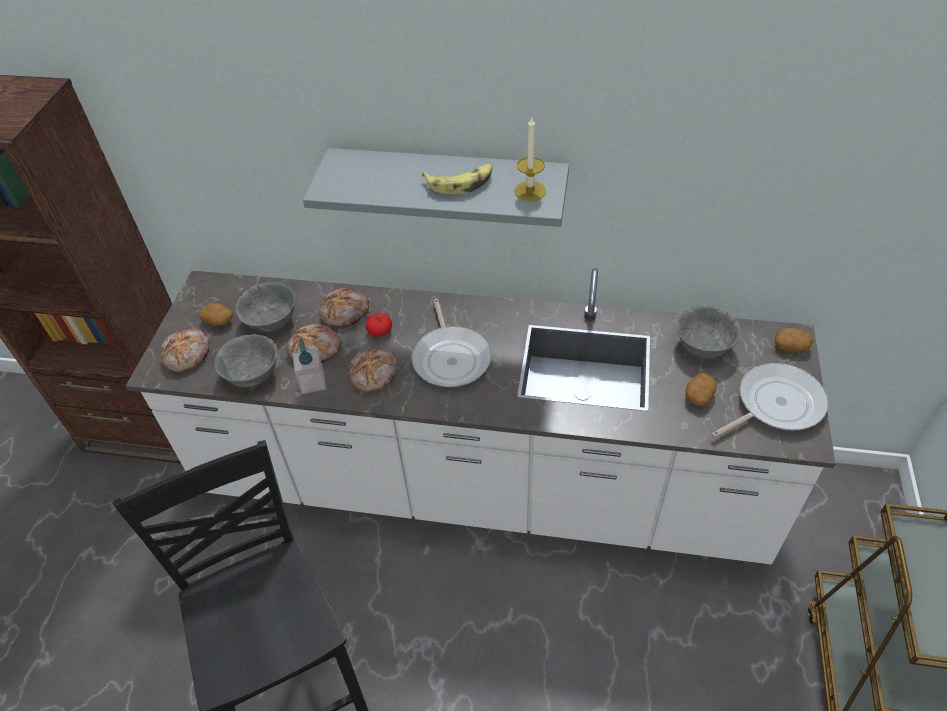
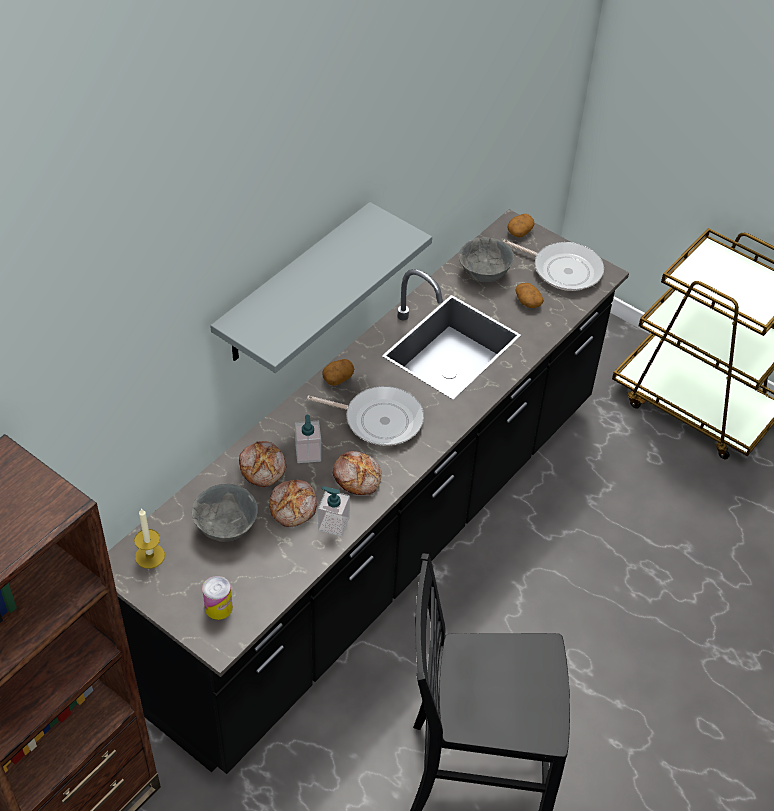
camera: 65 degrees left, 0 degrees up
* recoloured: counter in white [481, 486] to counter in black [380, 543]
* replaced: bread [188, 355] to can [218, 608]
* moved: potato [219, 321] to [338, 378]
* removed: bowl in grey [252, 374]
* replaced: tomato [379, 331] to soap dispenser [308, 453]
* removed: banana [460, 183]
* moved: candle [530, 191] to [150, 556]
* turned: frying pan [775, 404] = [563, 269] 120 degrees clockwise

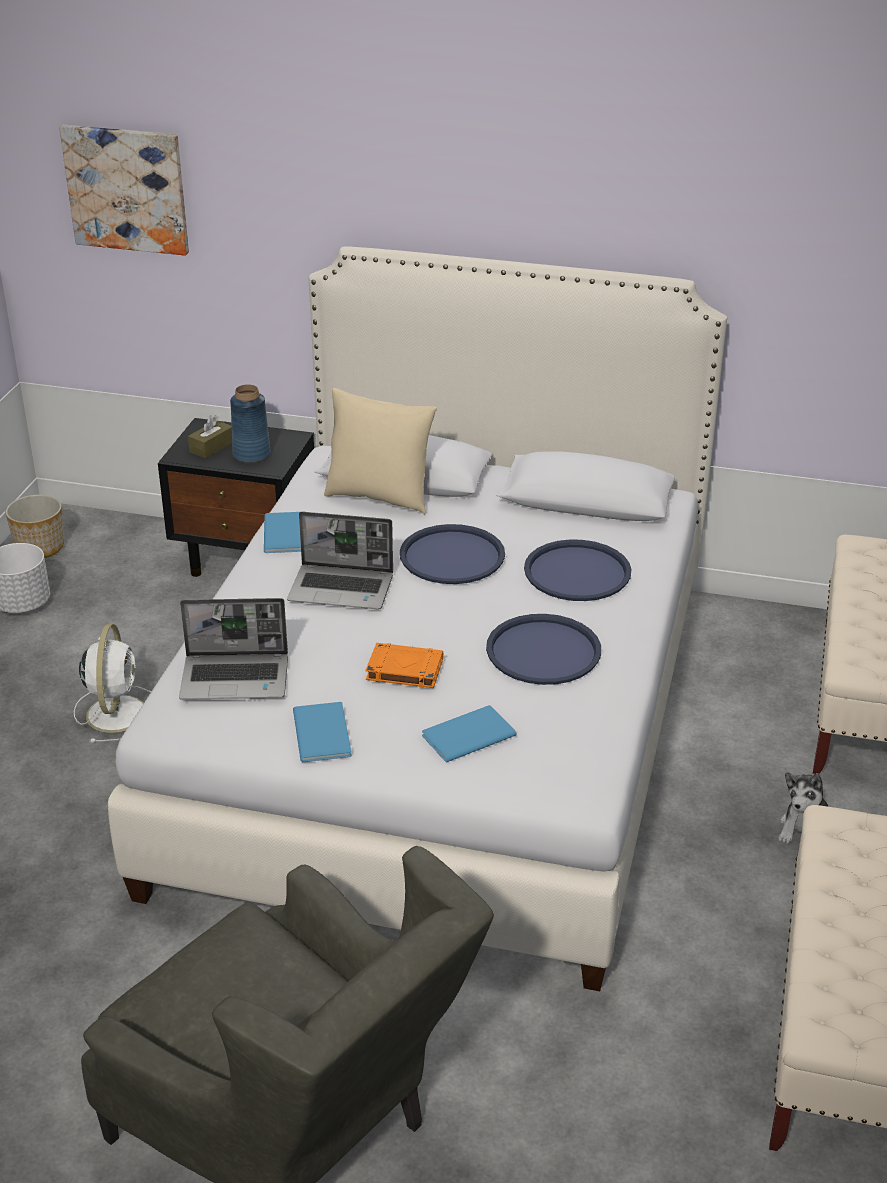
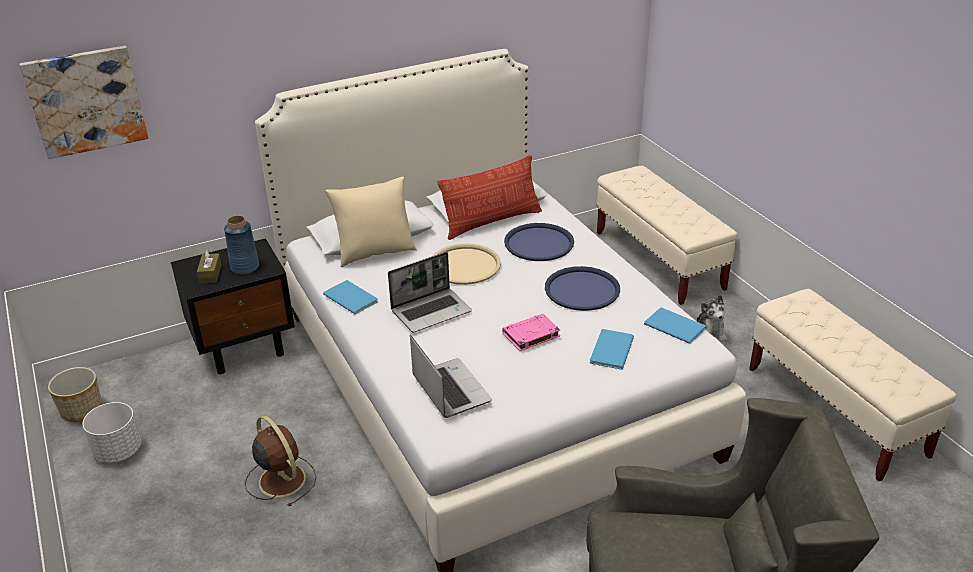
camera: 40 degrees left, 0 degrees up
* recoloured: fan in white [117, 712] to fan in brown [281, 479]
* turned: laptop [236, 678] = [449, 389] 75 degrees counterclockwise
* moved: book in blue [324, 732] to [674, 325]
* recoloured: book in orange [403, 670] to book in pink [530, 335]
* recoloured: tray in blue [452, 556] to tray in beige [464, 265]
* added: pillow [491, 221]

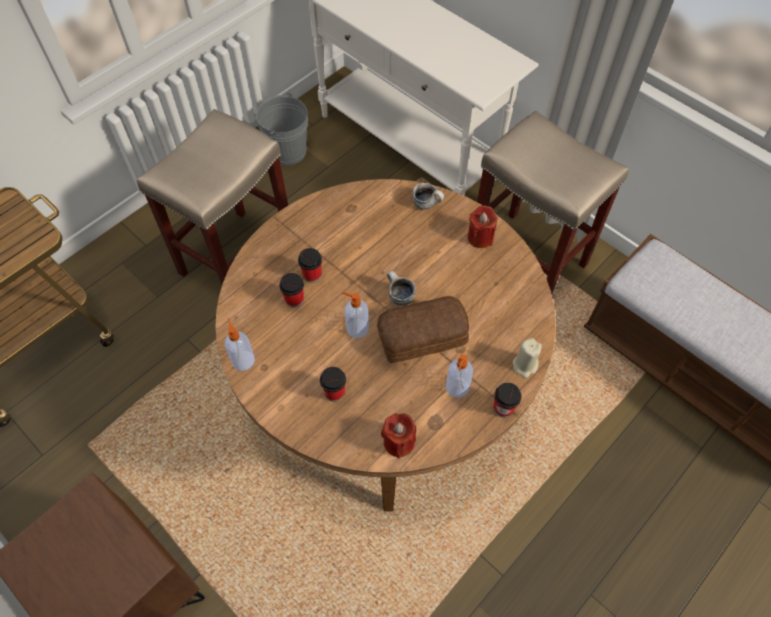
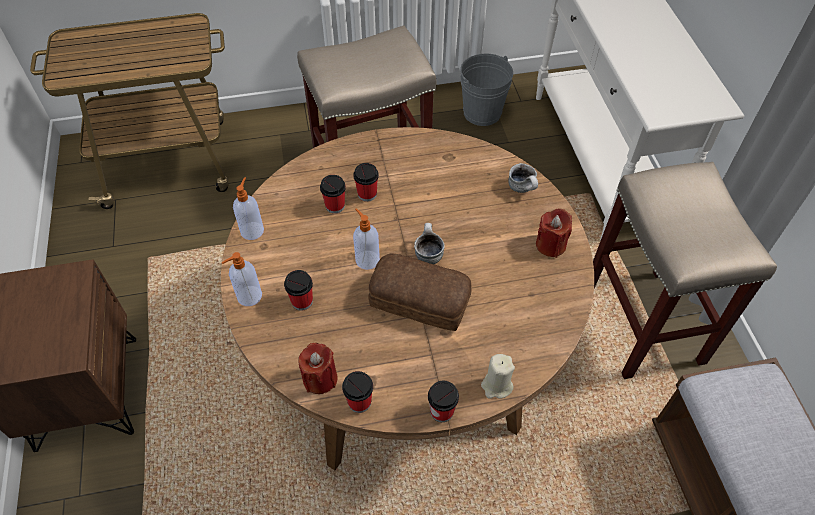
camera: 35 degrees right, 5 degrees down
* moved: soap dispenser [457, 388] to [248, 296]
* added: cup [359, 402]

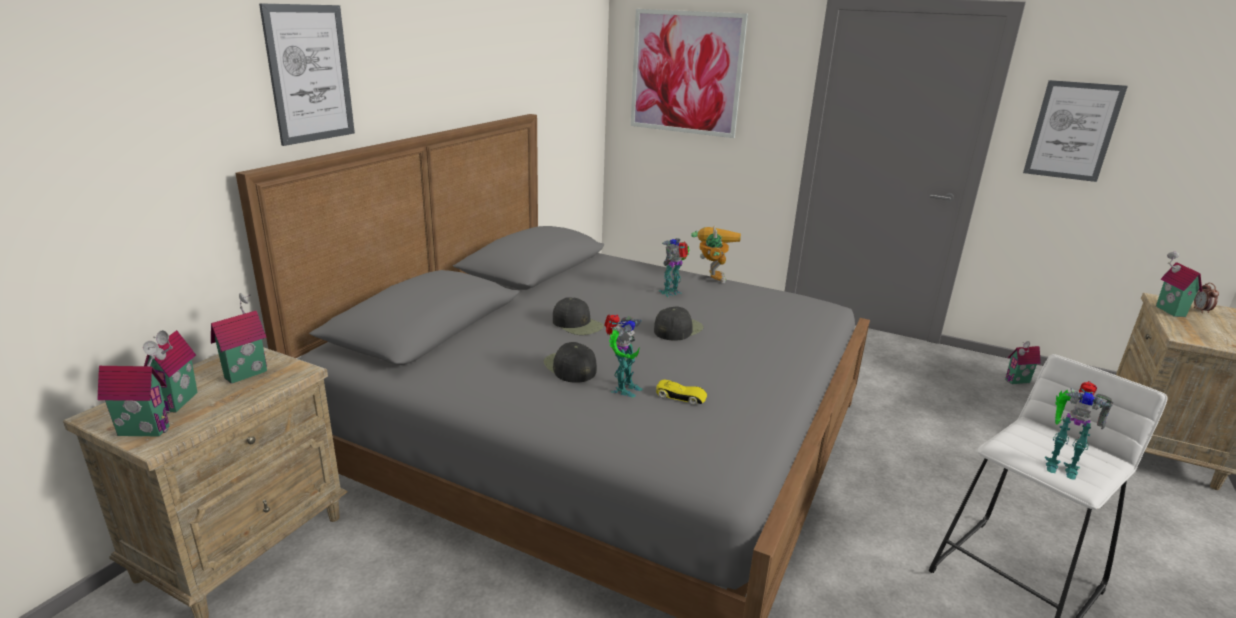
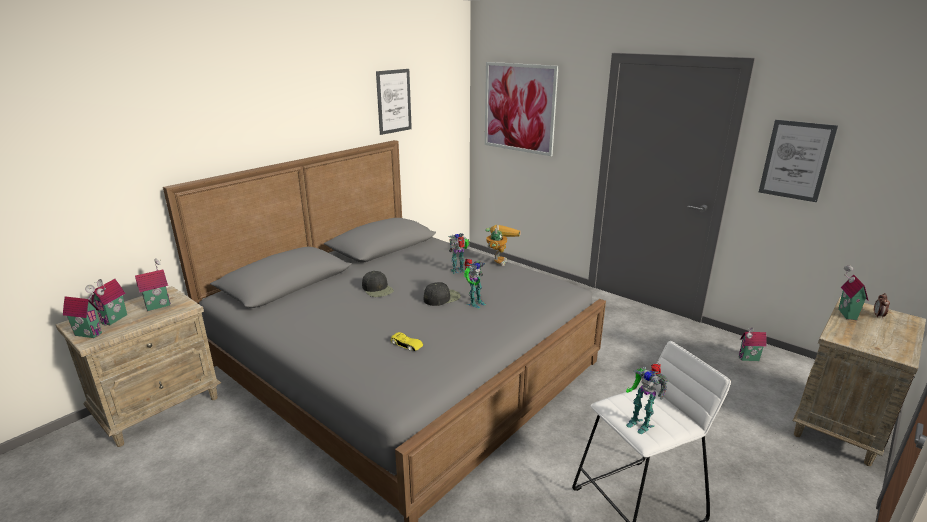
camera: 15 degrees right, 0 degrees up
* moved: picture [310, 74] to [394, 101]
* removed: cap in black [569, 367]
* moved: toy robot [623, 389] to [474, 303]

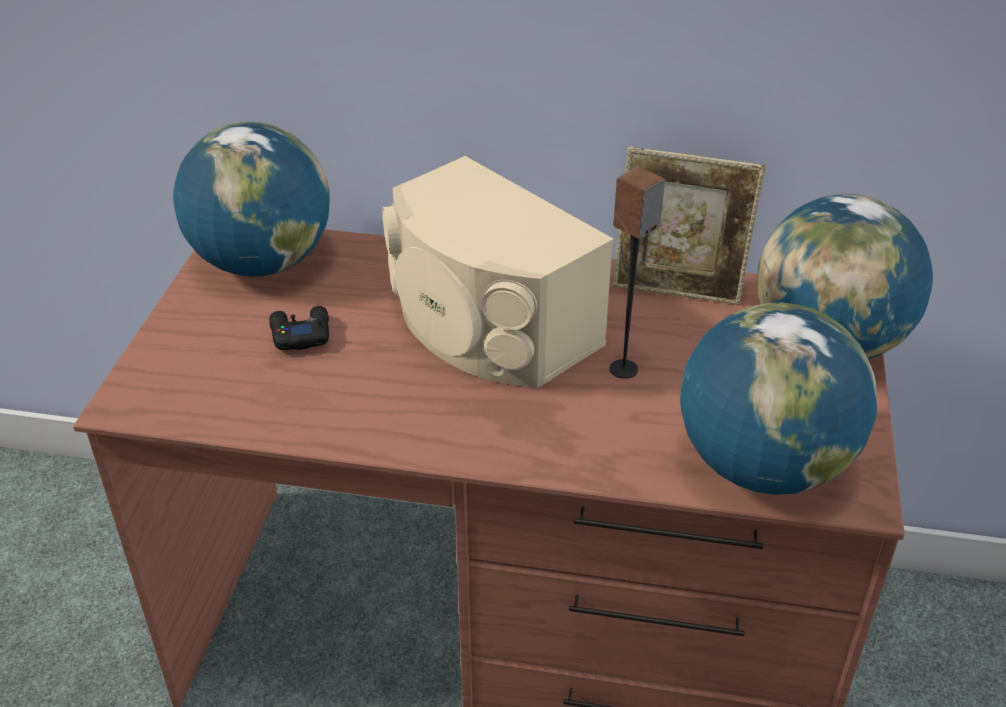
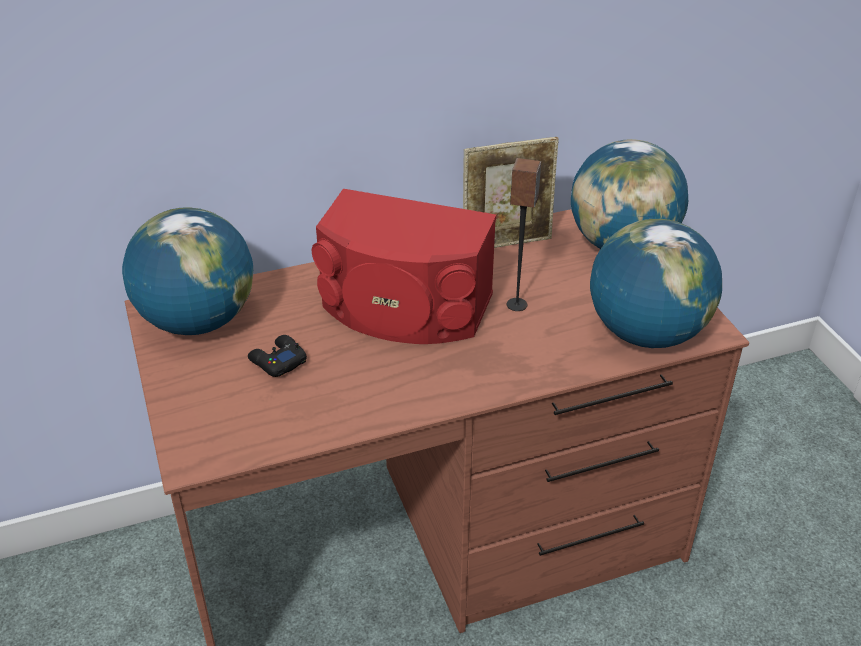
camera: 30 degrees left, 0 degrees up
* recoloured: speaker in beige [487, 326] to speaker in red [404, 308]

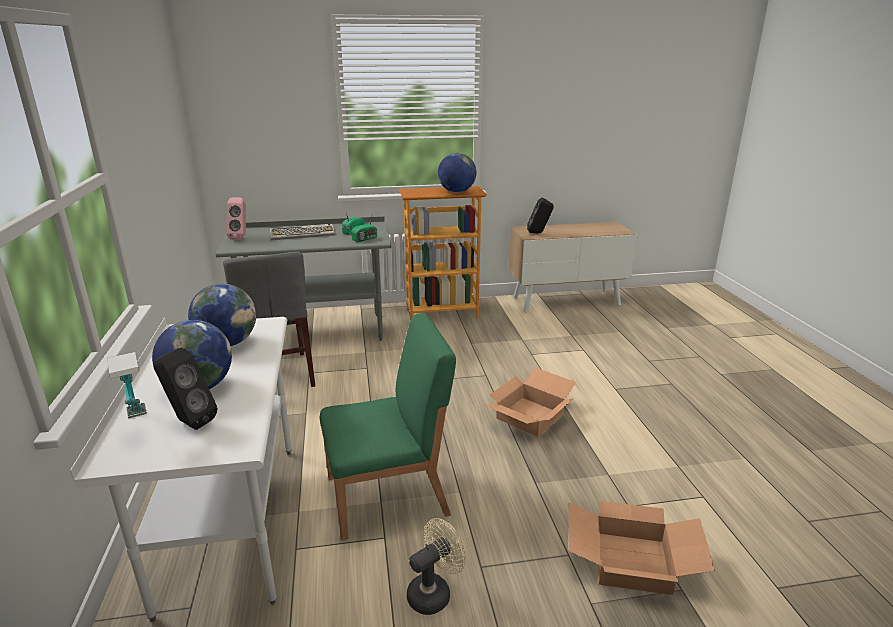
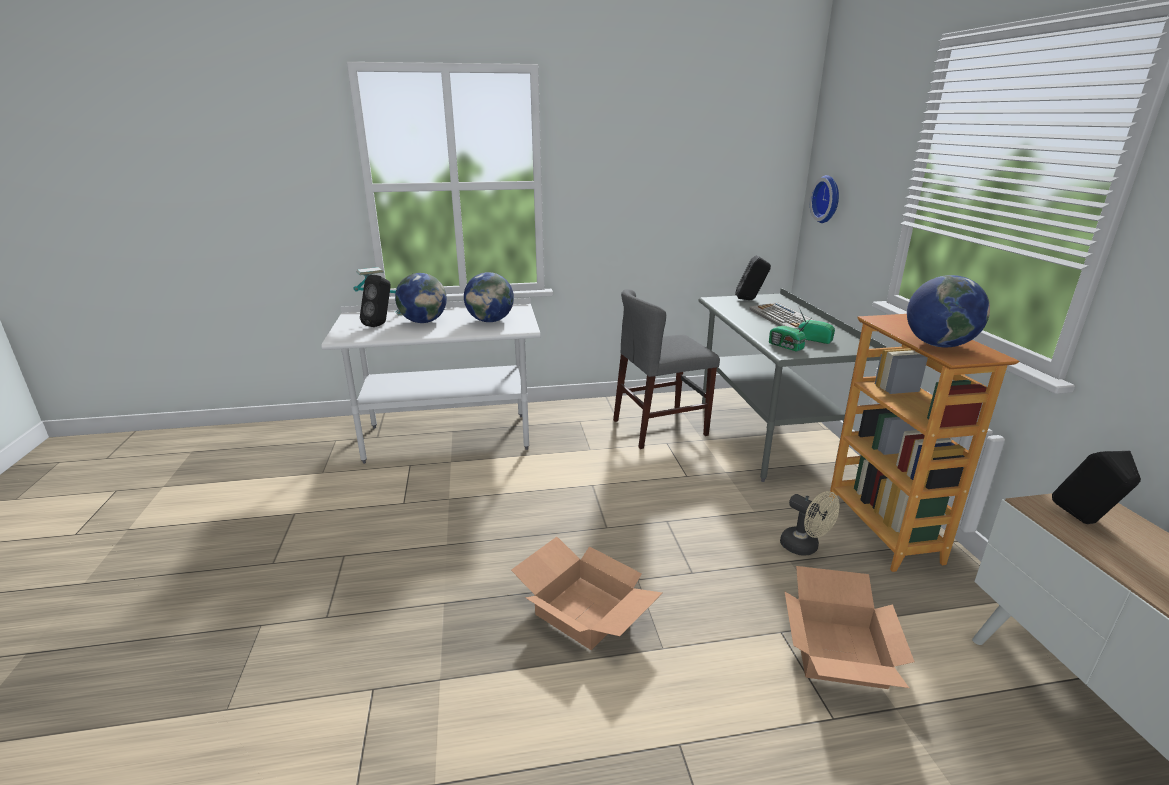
camera: 90 degrees right, 0 degrees up
* recoloured: speaker in pink [241, 237] to speaker in black [750, 300]
* removed: chair in green [389, 495]
* moved: fan in beige [434, 592] to [804, 547]
* moved: cardboard box [632, 561] to [840, 652]
* added: wall clock [828, 199]

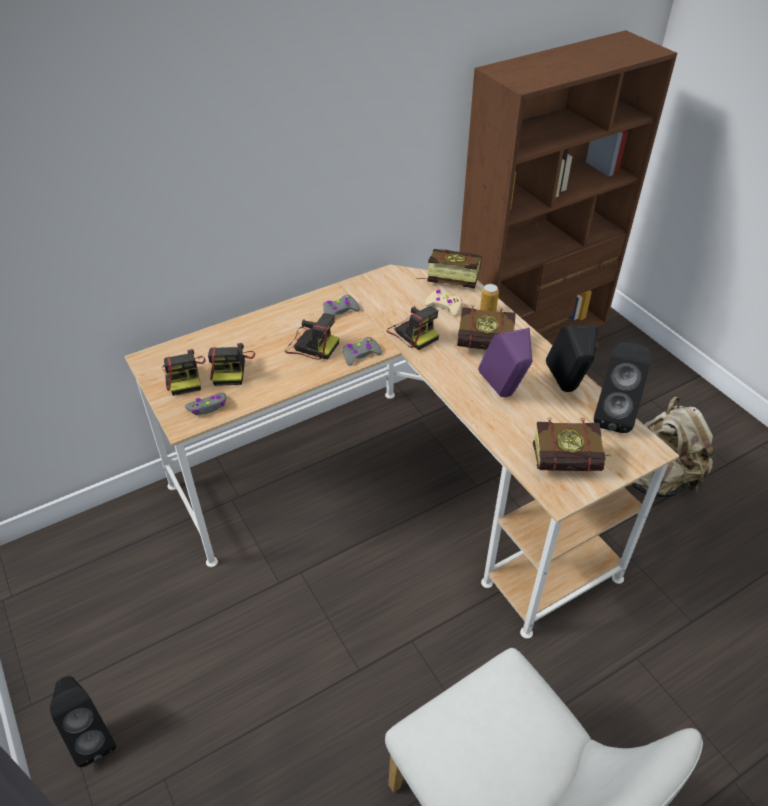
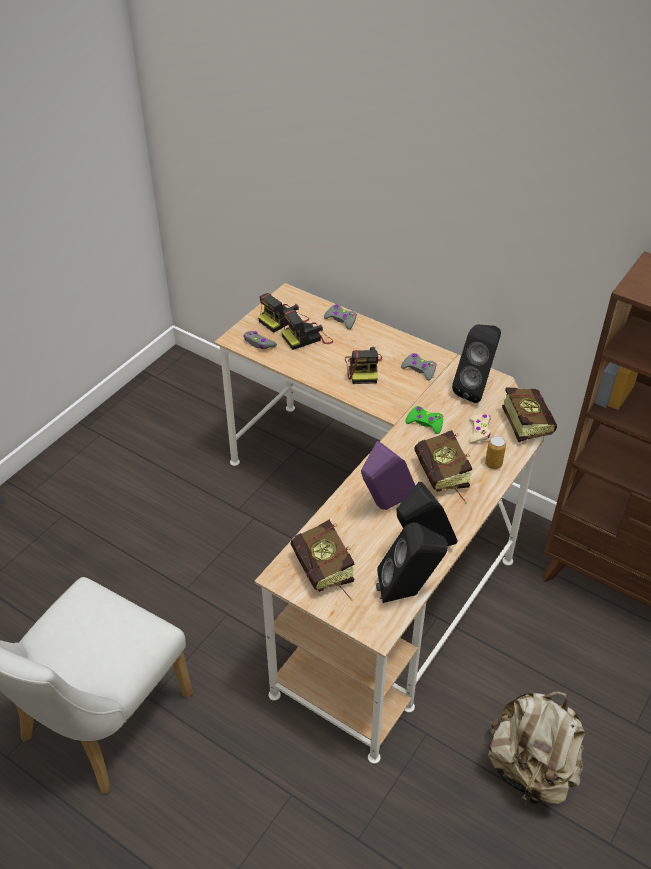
camera: 65 degrees right, 0 degrees up
* moved: speaker in black [92, 736] to [476, 389]
* moved: game controller in grey [361, 355] to [341, 320]
* replaced: photo camera [413, 333] to game controller in green [425, 423]

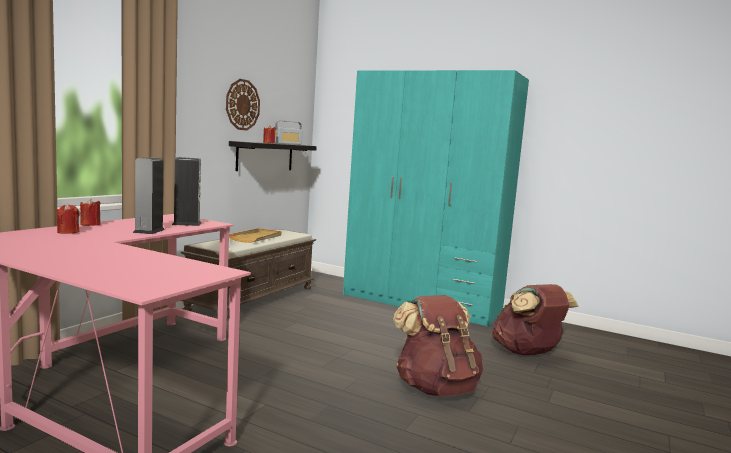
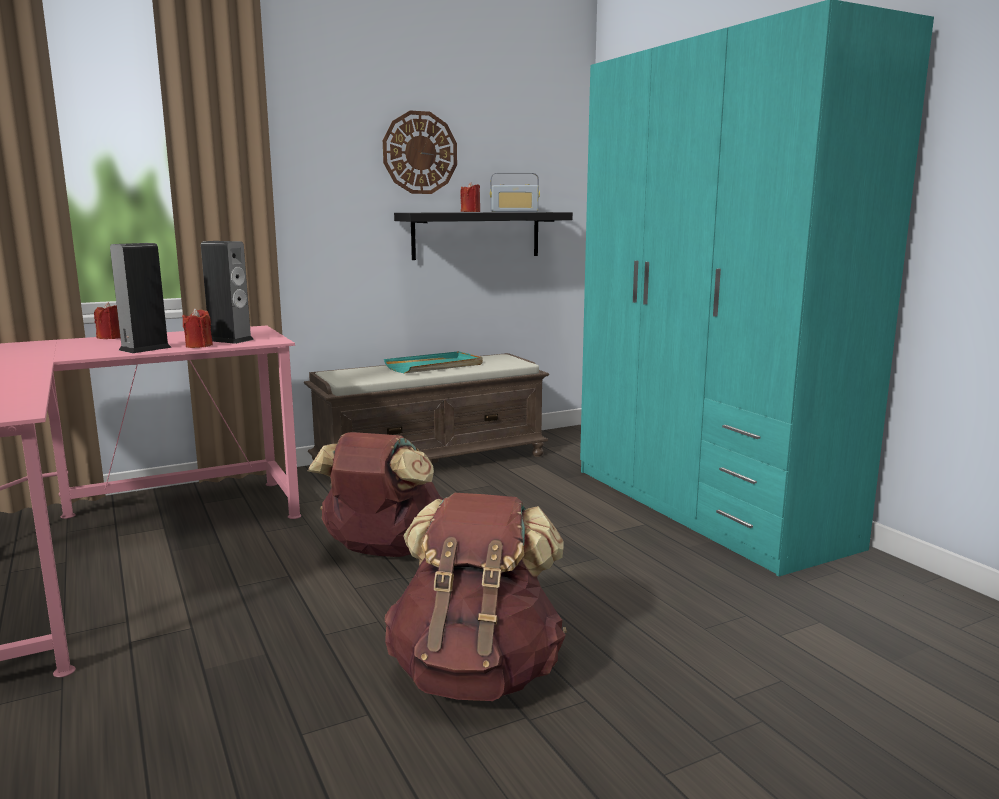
camera: 35 degrees right, 5 degrees up
* moved: candle in red [68, 232] to [199, 346]
* recoloured: tray in beige [256, 237] to tray in turquoise [435, 366]
* moved: backpack in brown [527, 353] to [384, 551]

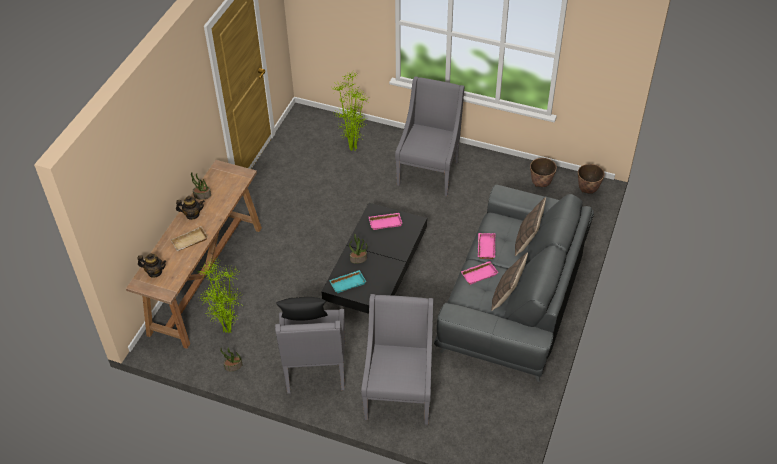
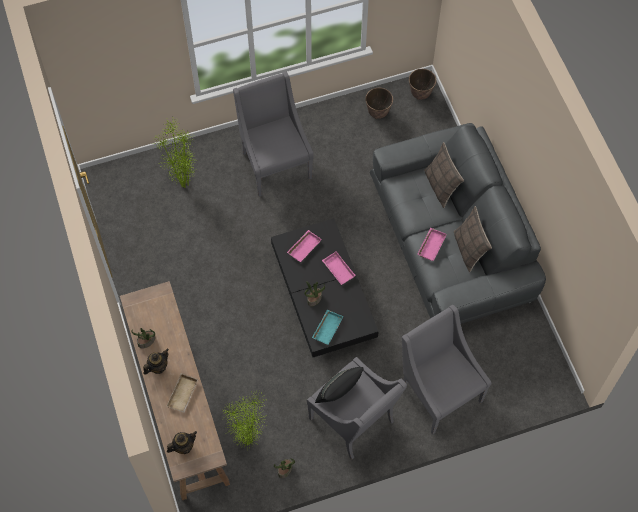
camera: 40 degrees left, 15 degrees up
* moved: tray in pink [485, 247] to [337, 270]

